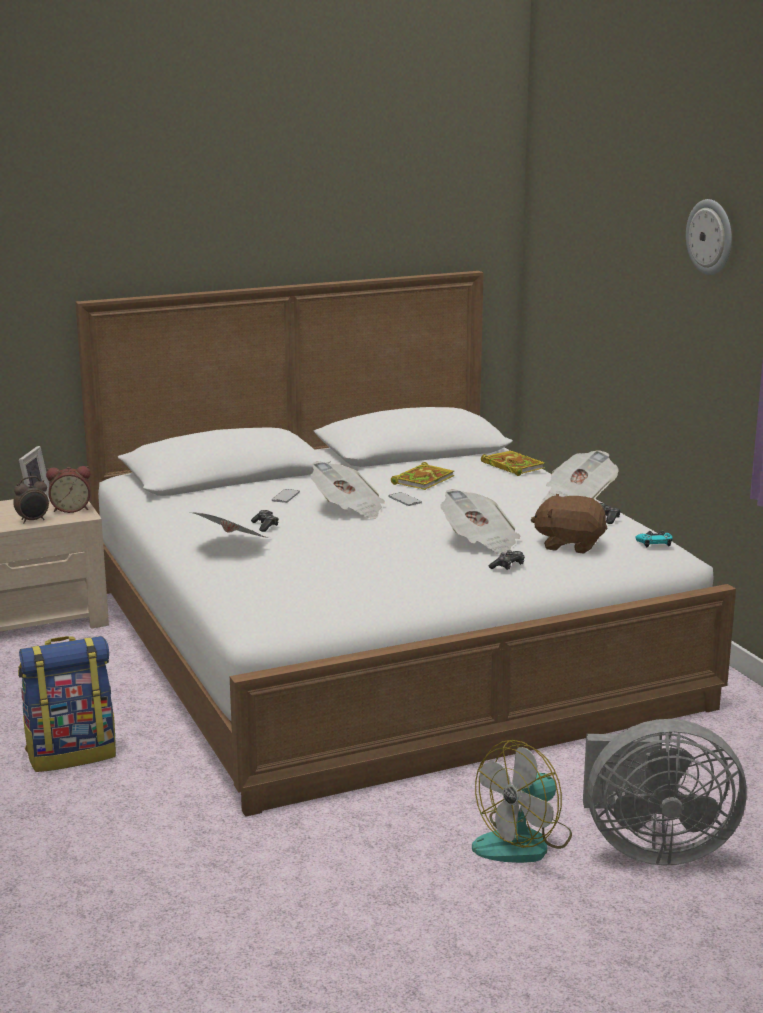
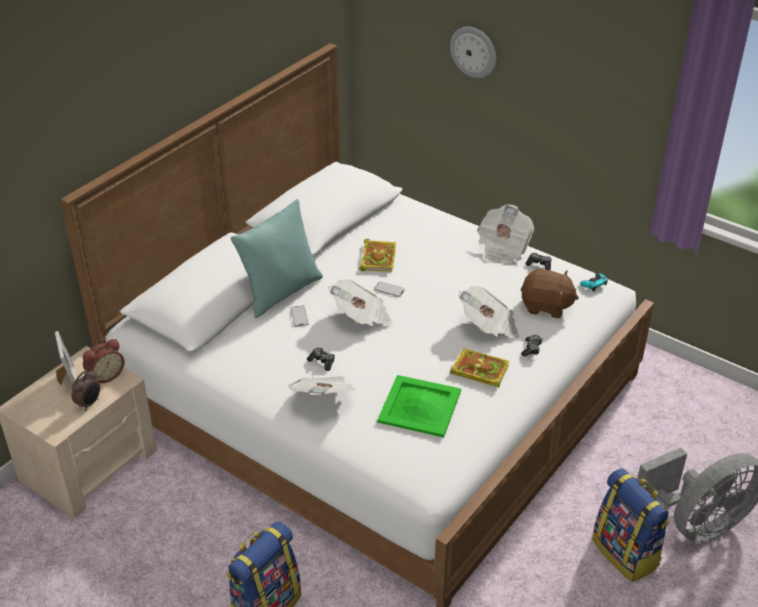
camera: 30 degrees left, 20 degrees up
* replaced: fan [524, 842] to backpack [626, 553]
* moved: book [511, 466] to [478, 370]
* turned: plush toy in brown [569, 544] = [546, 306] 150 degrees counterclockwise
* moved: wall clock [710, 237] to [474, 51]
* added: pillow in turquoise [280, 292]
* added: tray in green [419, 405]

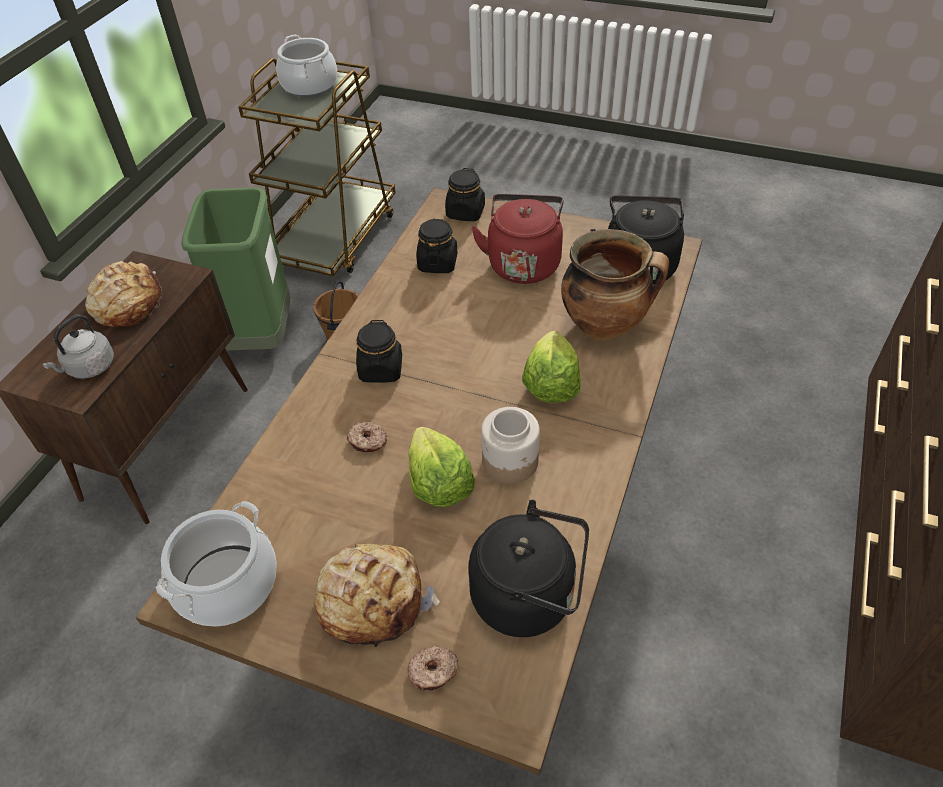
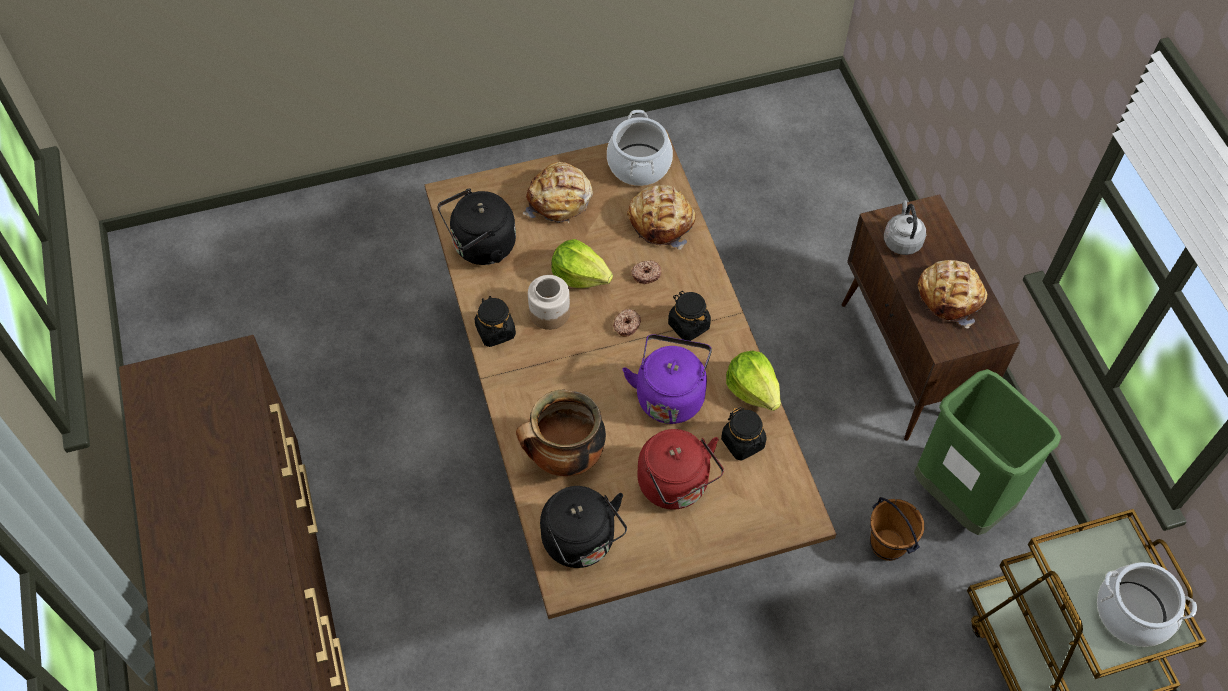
camera: 140 degrees right, 10 degrees up
* moved: donut [433, 672] to [626, 325]
* moved: jar in black [465, 212] to [495, 331]
* moved: lettuce [550, 384] to [753, 389]
* added: kettle in purple [670, 394]
* added: bread [662, 221]

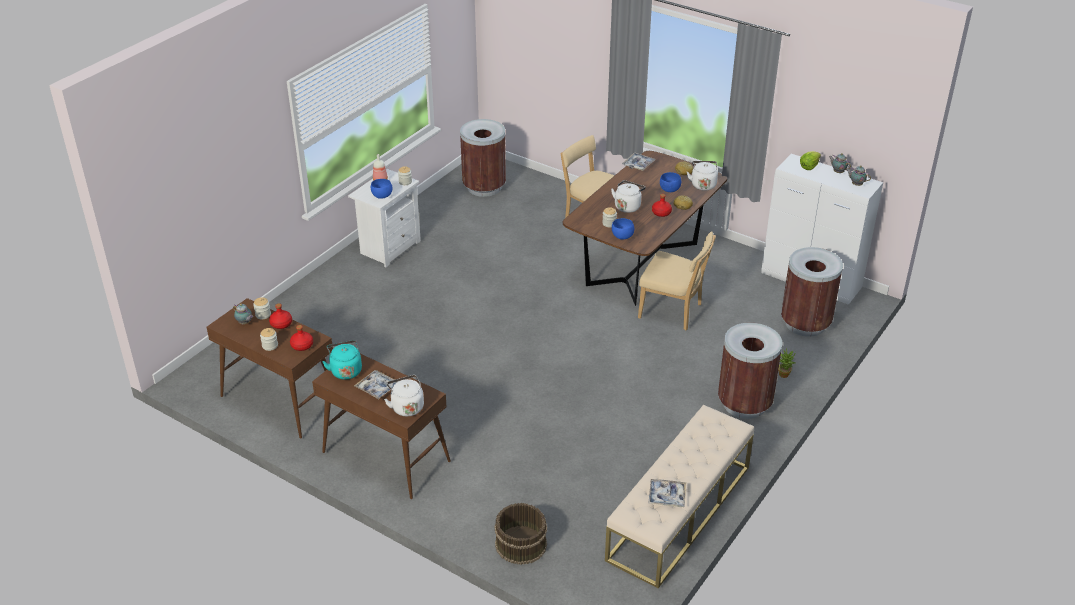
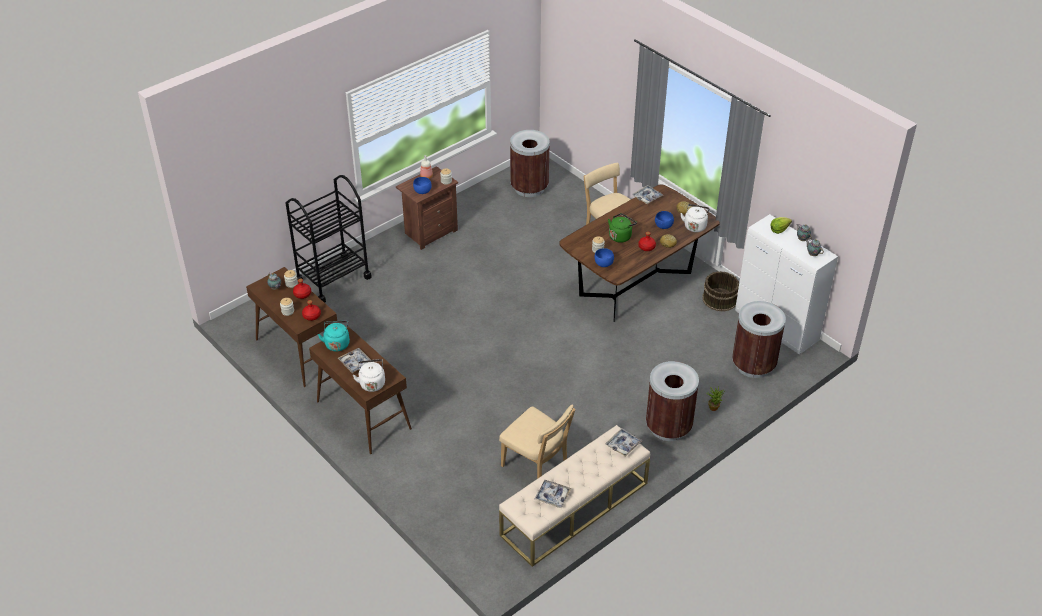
camera: 15 degrees right, 5 degrees up
* recoloured: nightstand in white [389, 247] to nightstand in brown [430, 232]
* moved: bucket in brown [520, 544] to [719, 299]
* recoloured: kettle in white [628, 206] to kettle in green [620, 236]
* moved: chair in beige [673, 312] to [537, 466]
* added: cart in black [333, 279]
* added: tray [623, 444]

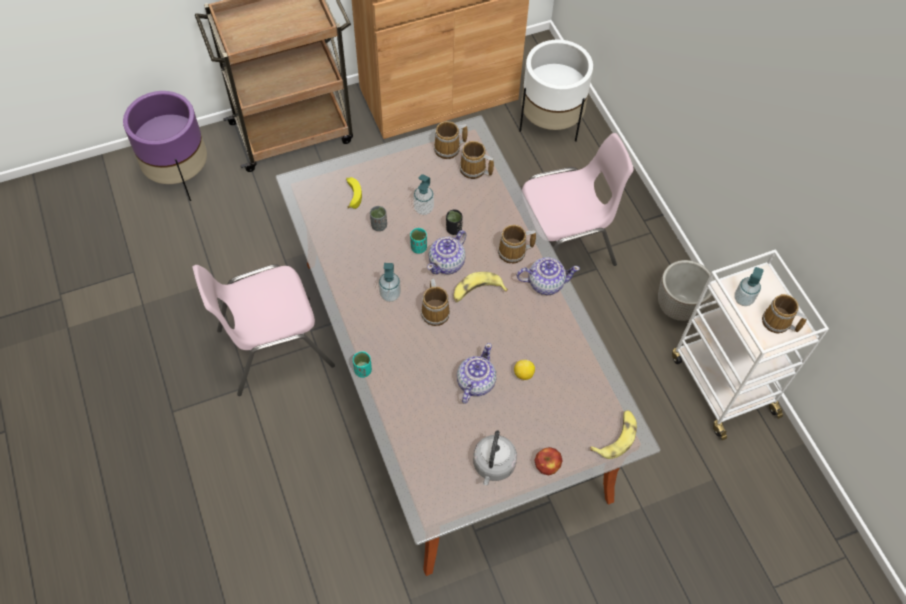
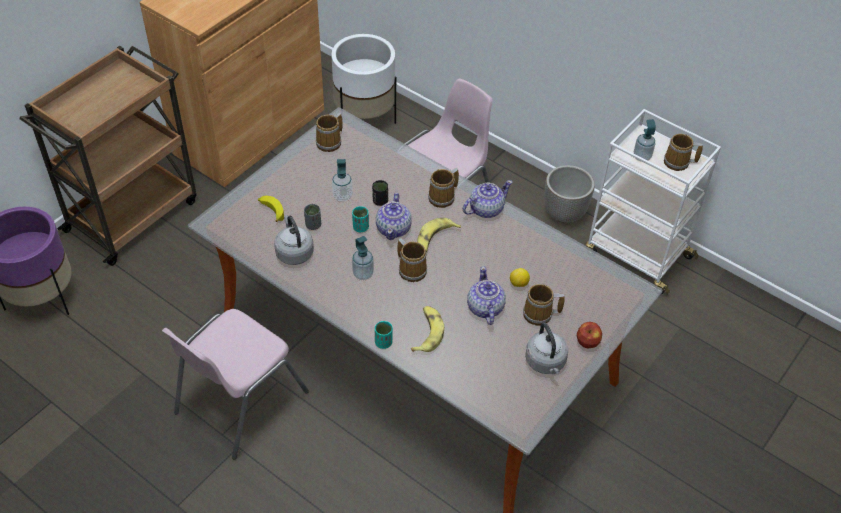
camera: 30 degrees left, 10 degrees down
* moved: mug [474, 170] to [539, 315]
* moved: banana [616, 437] to [427, 332]
* added: kettle in grey [294, 252]

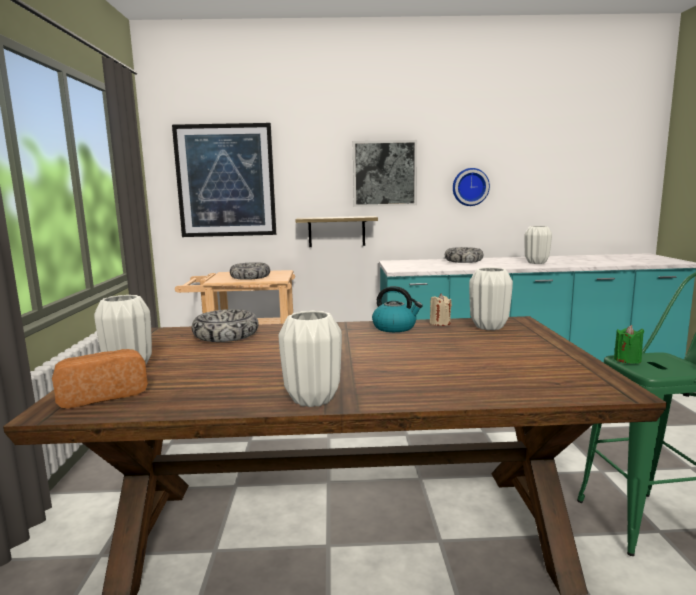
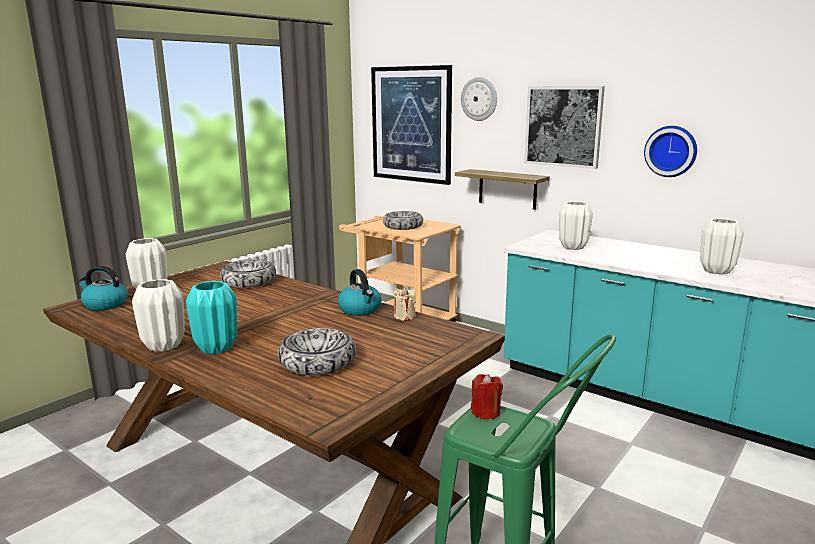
camera: 40 degrees right, 5 degrees up
* replaced: bread [102, 394] to kettle [104, 305]
* moved: bowl [463, 261] to [318, 362]
* moved: vase in white [489, 327] to [573, 247]
* recoloured: candle in green [627, 360] to candle in red [485, 412]
* added: vase in turquoise [216, 348]
* added: wall clock [479, 99]

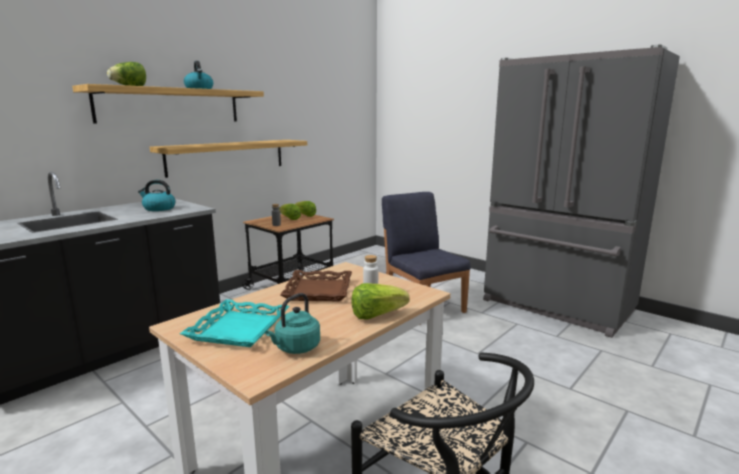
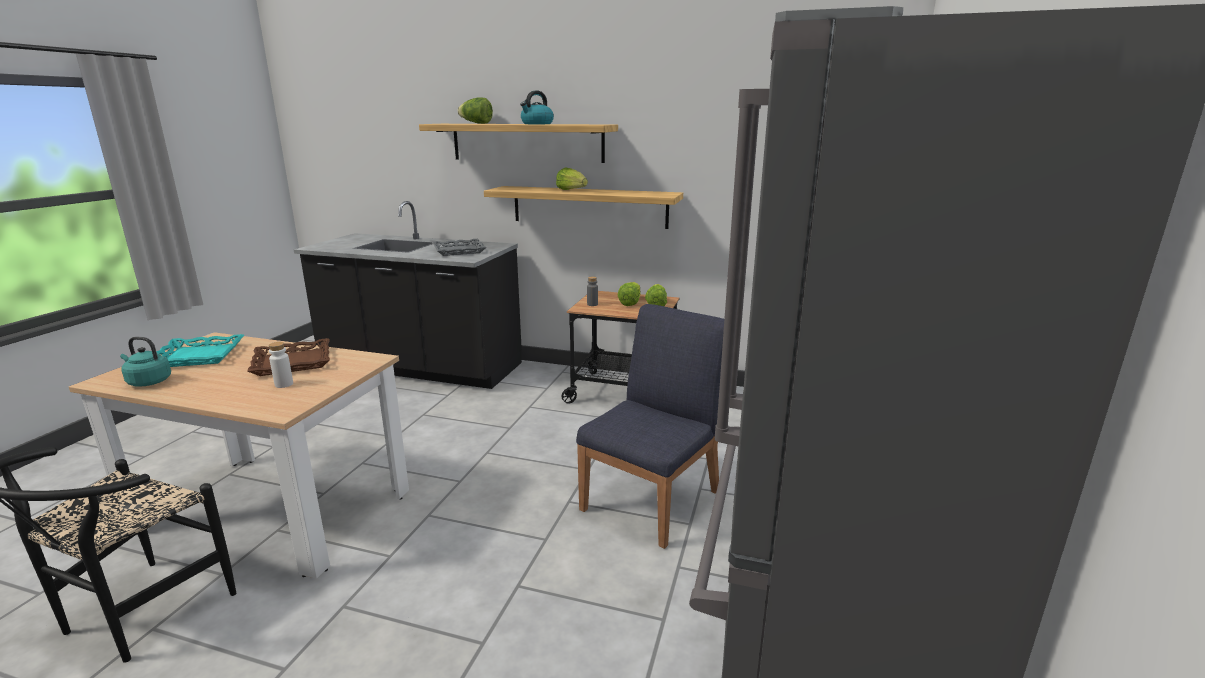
camera: 65 degrees right, 5 degrees up
* replaced: kettle [158, 208] to tray in grey [459, 251]
* moved: lettuce [377, 315] to [571, 190]

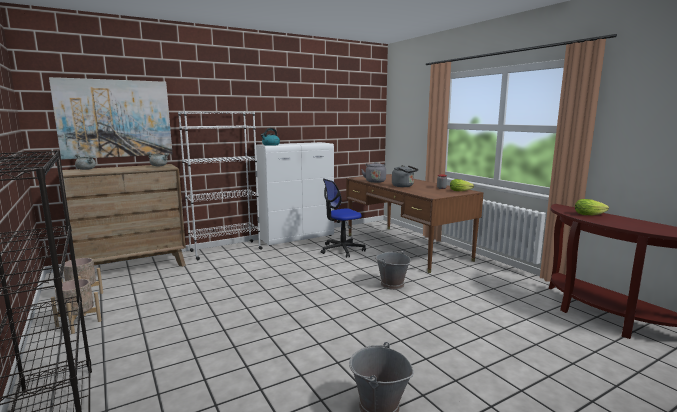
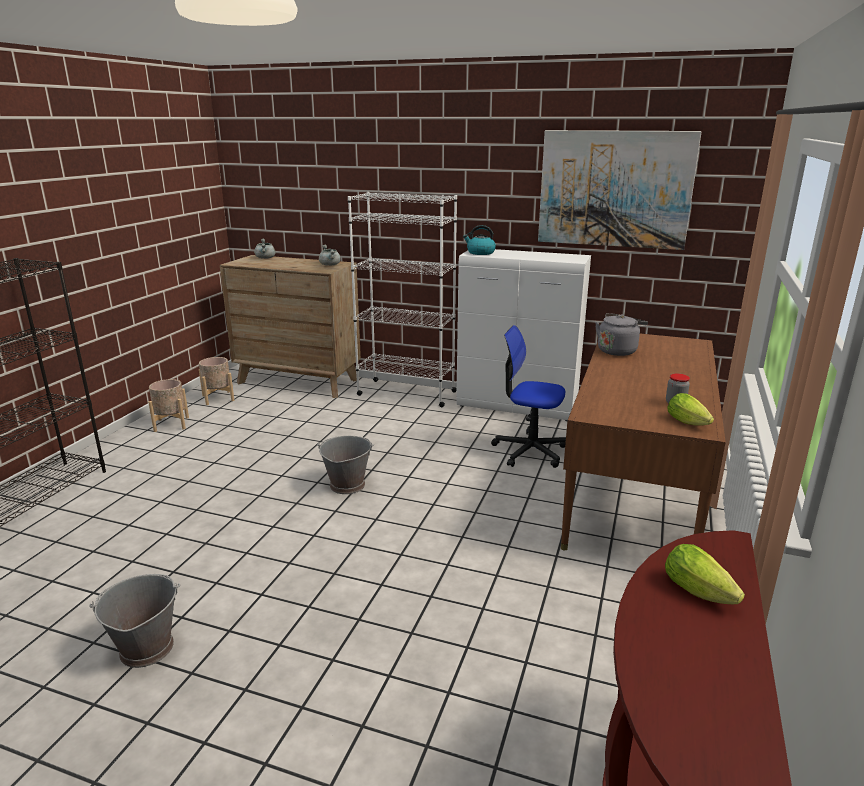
camera: 50 degrees right, 10 degrees up
* moved: picture [115, 118] to [614, 189]
* moved: bucket in grey [392, 284] to [347, 485]
* removed: kettle in grey [404, 186]

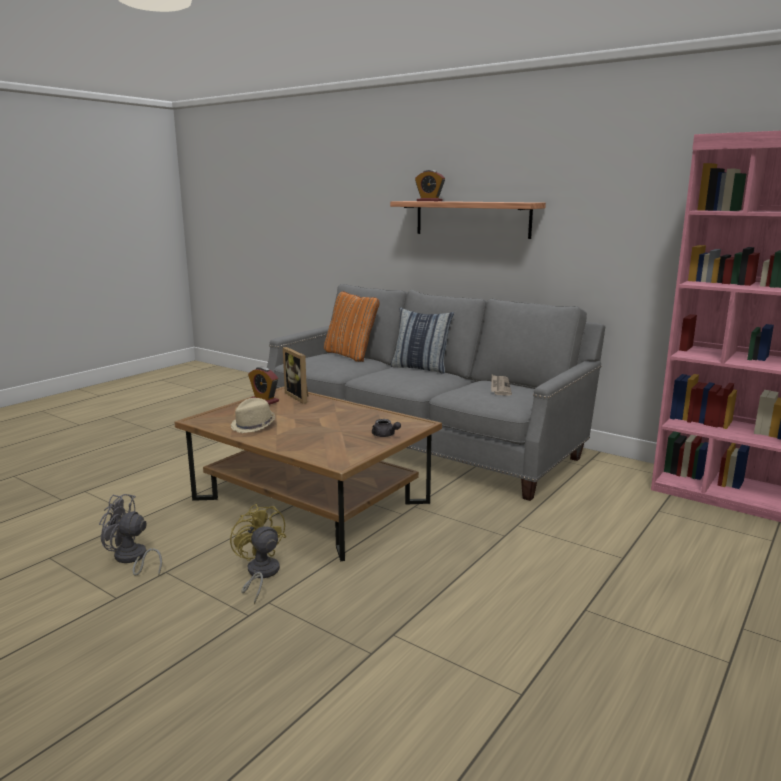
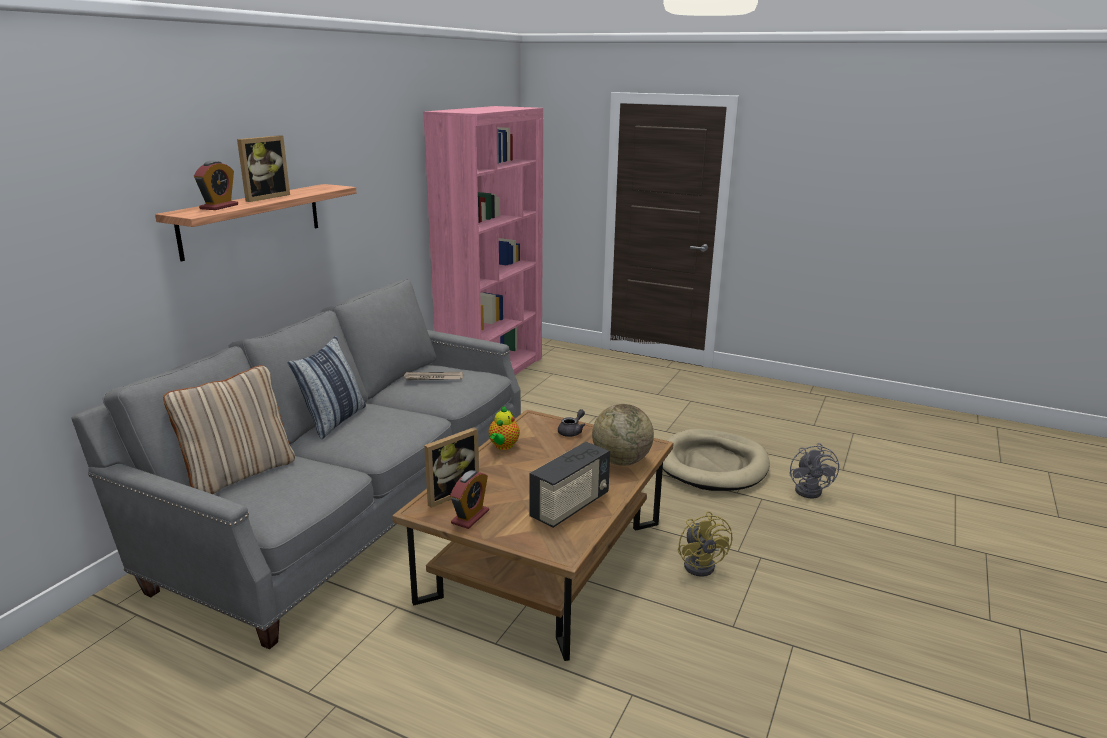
camera: 100 degrees left, 5 degrees up
* moved: fan in grey [132, 559] to [811, 490]
* turned: fan in yellow [260, 574] = [702, 564] 60 degrees counterclockwise
* replaced: hat in beige [254, 426] to radio [570, 506]
* recoloured: pillow in orange [351, 355] to pillow in beige [239, 473]
* added: picture frame [264, 197]
* added: teapot [503, 446]
* added: globe [621, 461]
* added: dog bed in beige [713, 465]

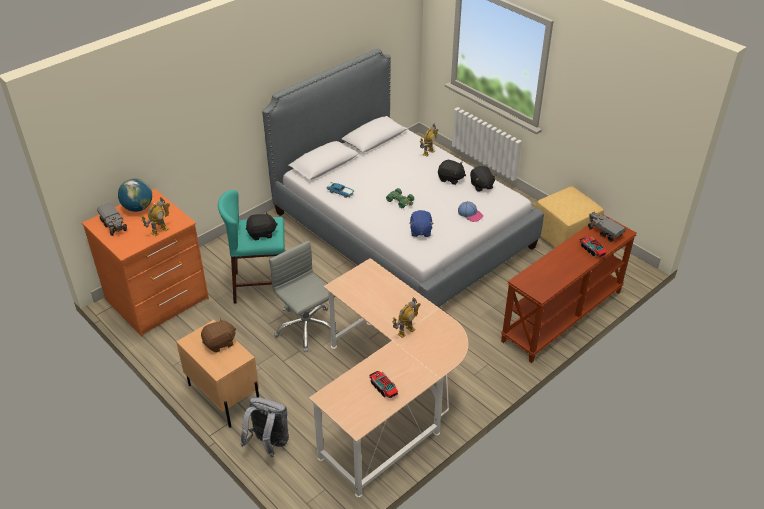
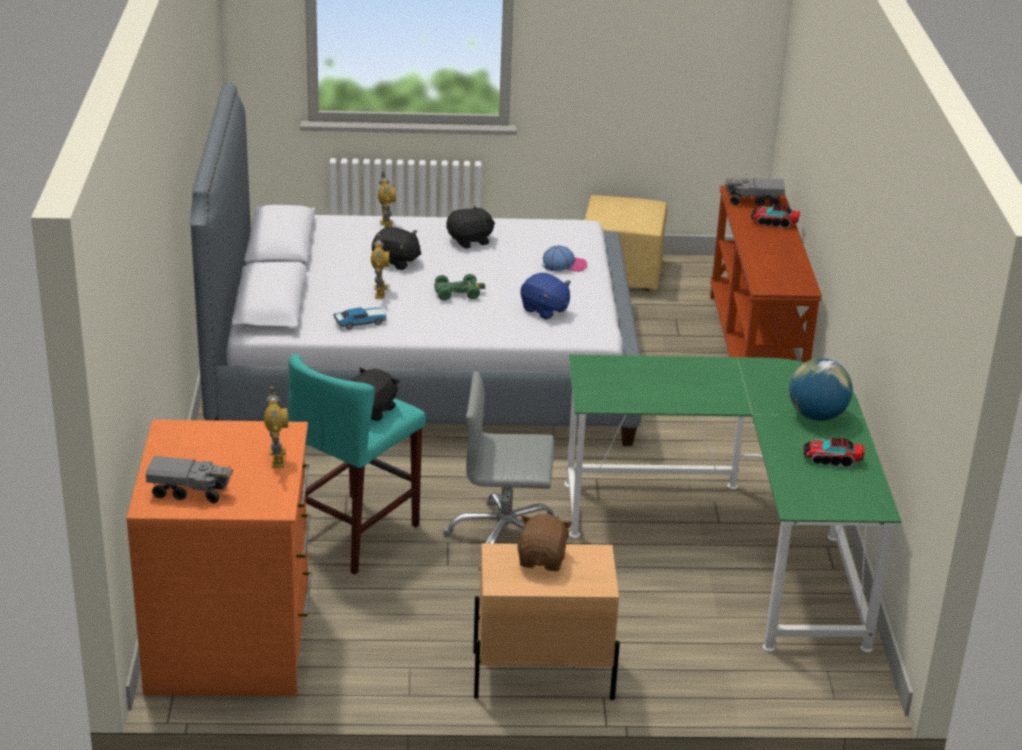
camera: 50 degrees left, 10 degrees down
* moved: globe [138, 208] to [816, 415]
* removed: backpack in grey [268, 444]
* recoloured: desk in beige [389, 401] to desk in green [735, 543]
* moved: toy robot [406, 331] to [380, 292]
* moved: plush toy in black [481, 185] to [396, 262]

